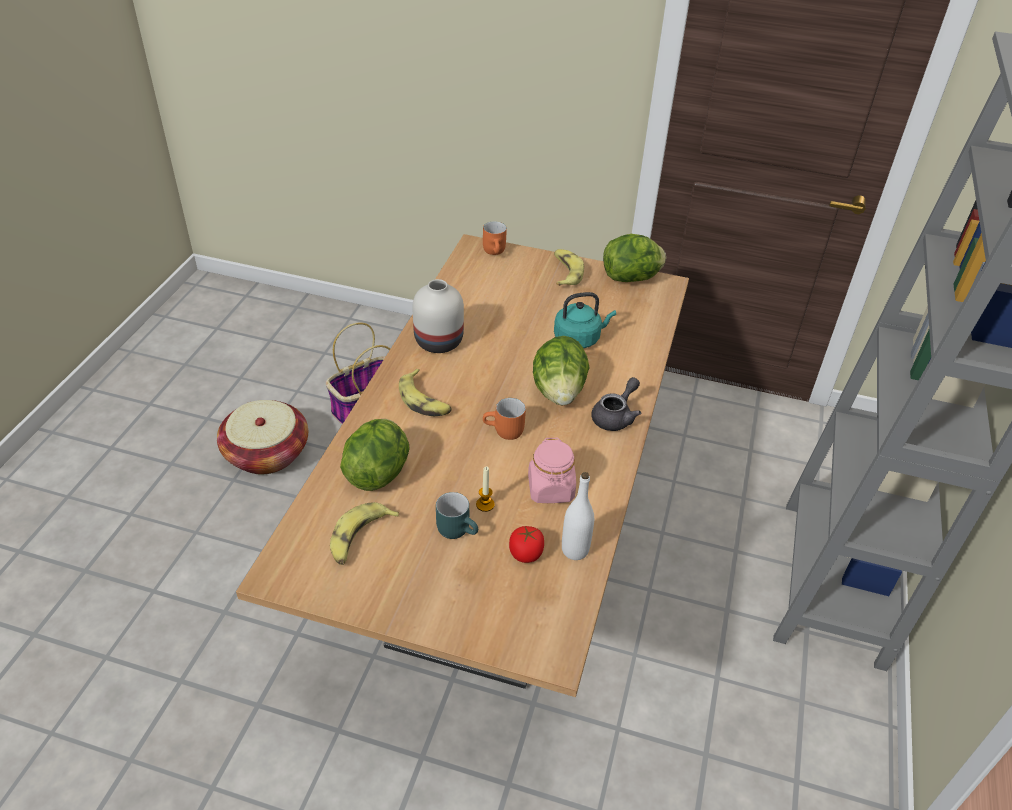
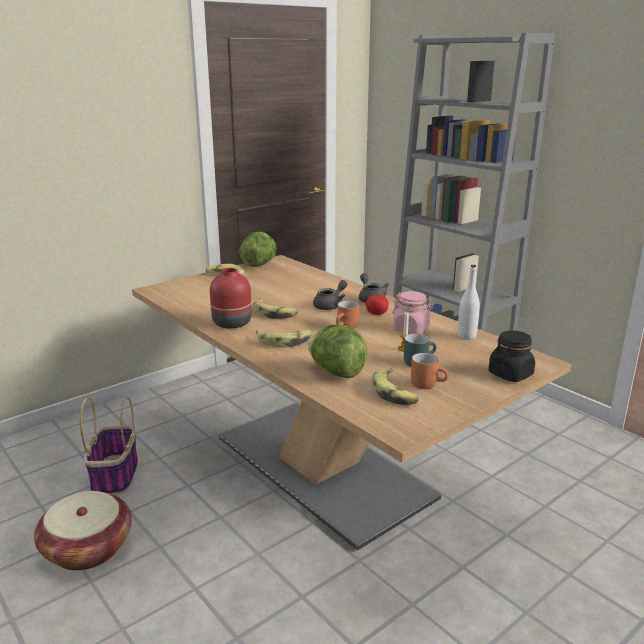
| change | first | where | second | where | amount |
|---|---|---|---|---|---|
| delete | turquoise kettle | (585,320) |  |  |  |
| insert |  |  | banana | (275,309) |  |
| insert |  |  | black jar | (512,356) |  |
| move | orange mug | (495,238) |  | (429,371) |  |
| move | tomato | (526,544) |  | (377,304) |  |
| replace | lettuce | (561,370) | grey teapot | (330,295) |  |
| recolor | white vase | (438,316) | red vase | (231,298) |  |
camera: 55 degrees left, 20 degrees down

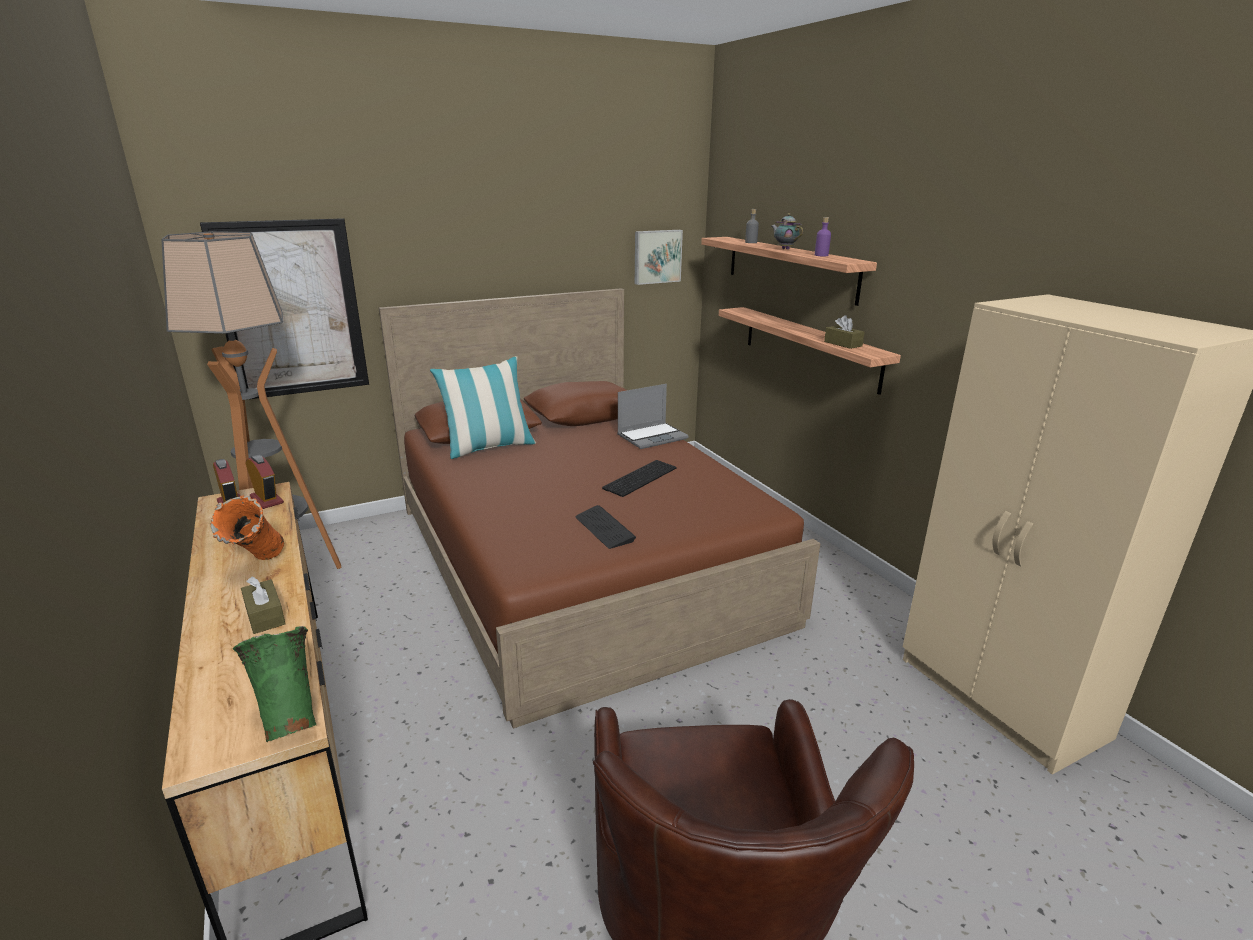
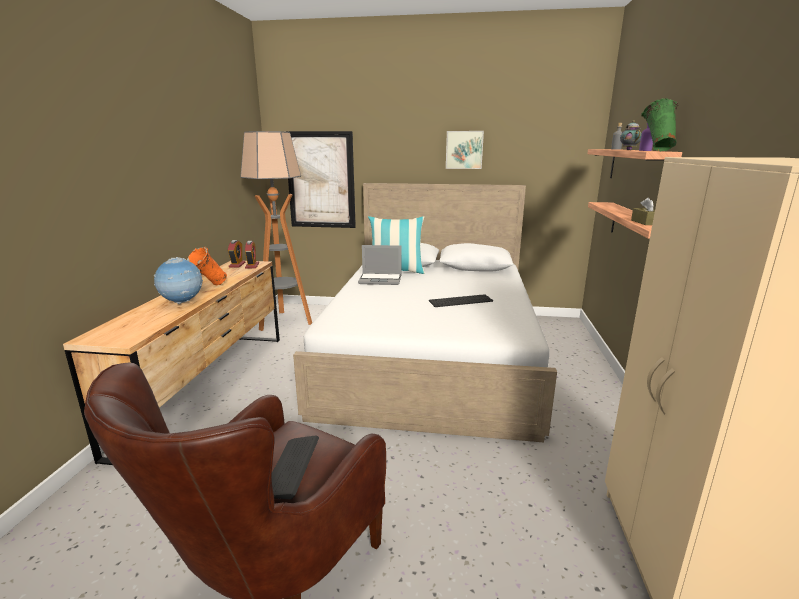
| change | first | where | second | where | amount |
|---|---|---|---|---|---|
| move | green vase | (274,684) |  | (659,124) |  |
| move | keyboard | (606,527) |  | (295,467) |  |
| move | laptop | (653,416) |  | (379,265) |  |
| move | picture | (659,257) |  | (465,150) |  |
| replace | brown tissue box | (263,605) | globe | (178,280) |  |
| recolor | brown bed | (599,508) | white bed | (425,312) |  |
camera: 35 degrees right, 5 degrees down

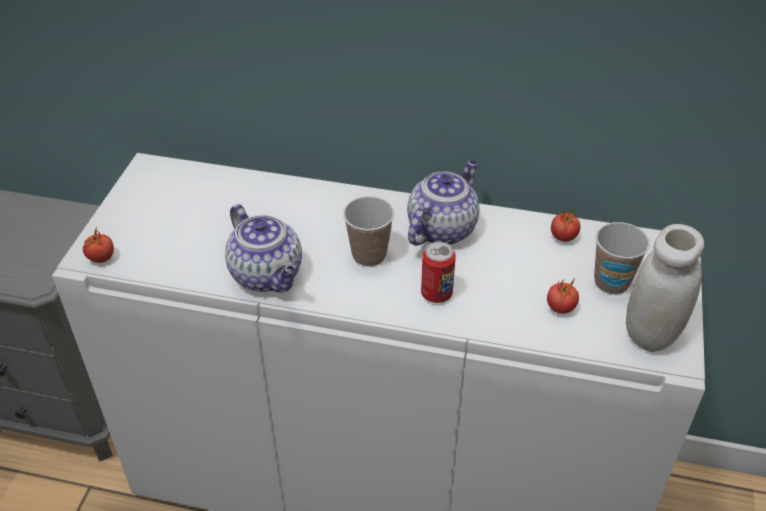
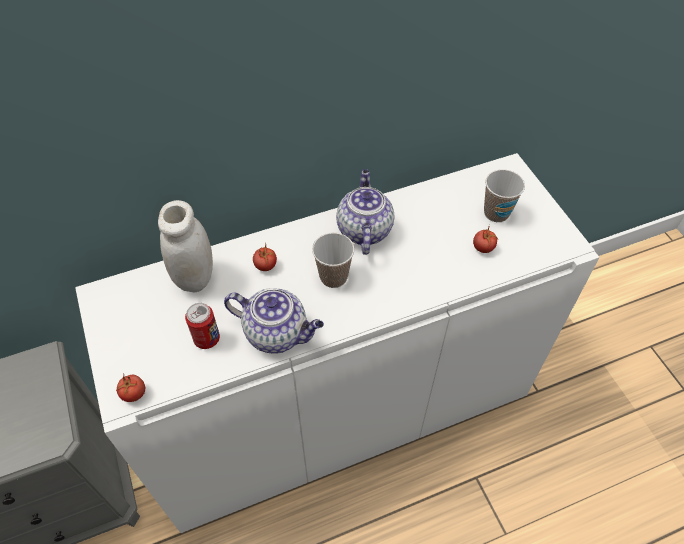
| change | first | where | second | where | amount |
|---|---|---|---|---|---|
| move | can | (438,272) |  | (202,326) |  |
| move | tomato | (565,224) |  | (265,257) |  |
| move | white jar | (665,288) |  | (185,246) |  |
camera: 35 degrees left, 10 degrees up

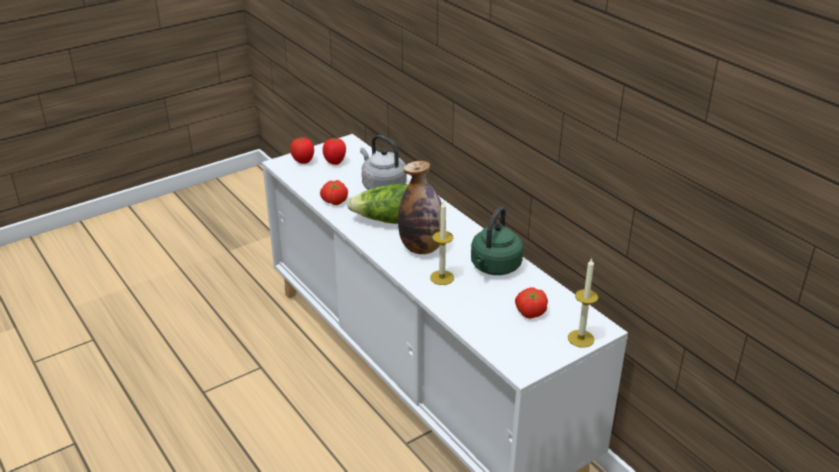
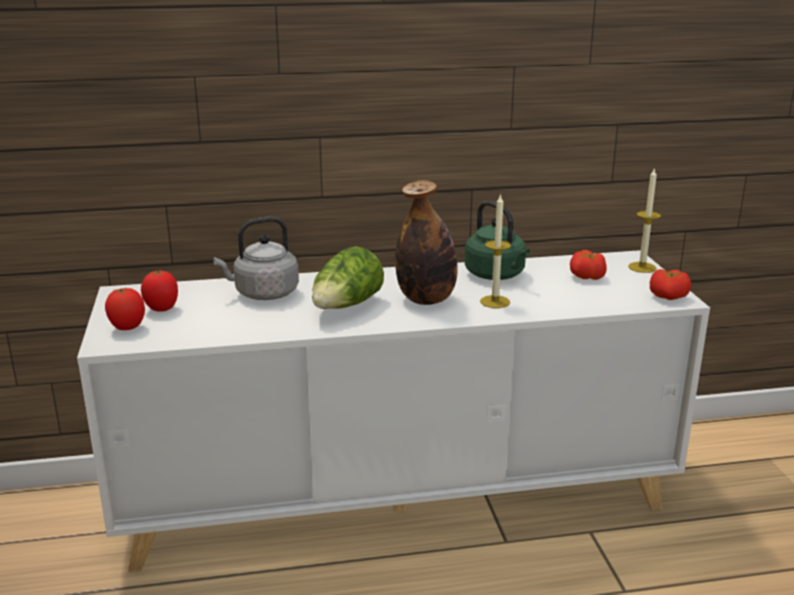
| change | first | where | second | where | amount |
|---|---|---|---|---|---|
| move | tomato | (334,192) |  | (670,284) |  |
camera: 65 degrees left, 10 degrees down

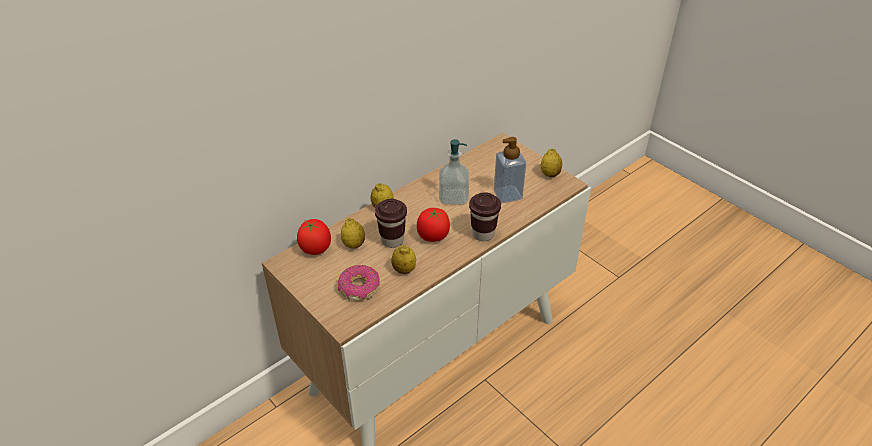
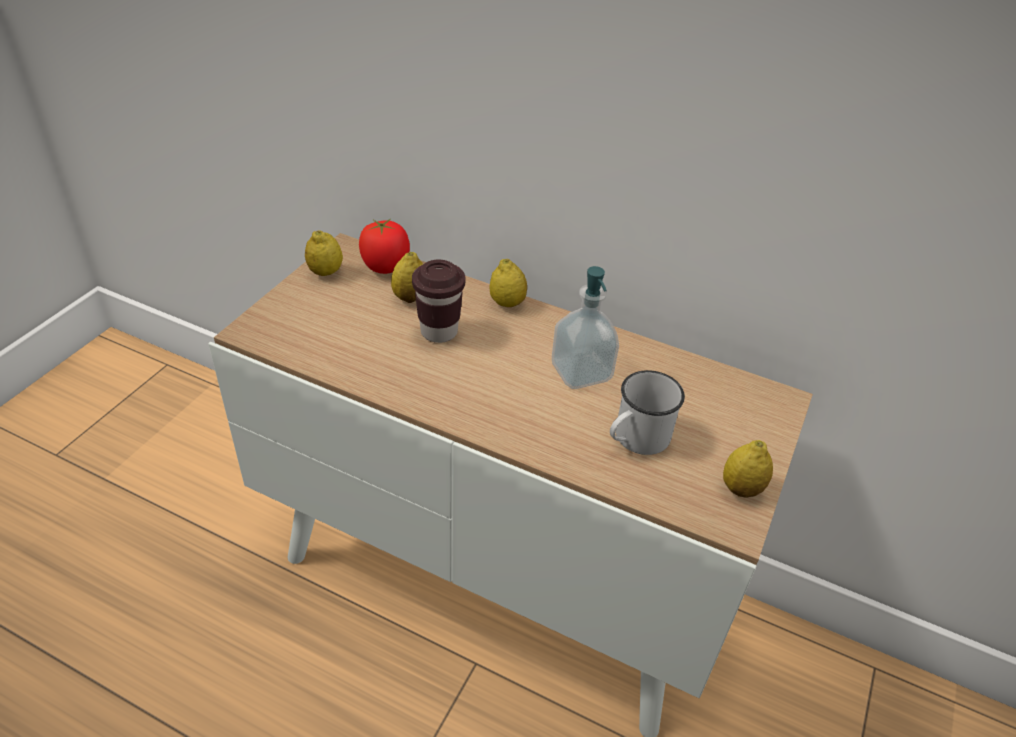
| change | first | where | second | where | amount |
|---|---|---|---|---|---|
| delete | donut | (359,282) |  |  |  |
| delete | tomato | (433,225) |  |  |  |
| delete | brown cup | (485,216) |  |  |  |
| move | lemon | (403,259) |  | (324,253) |  |
| replace | soap dispenser | (510,170) | white mug | (647,412) |  |
camera: 65 degrees right, 0 degrees up

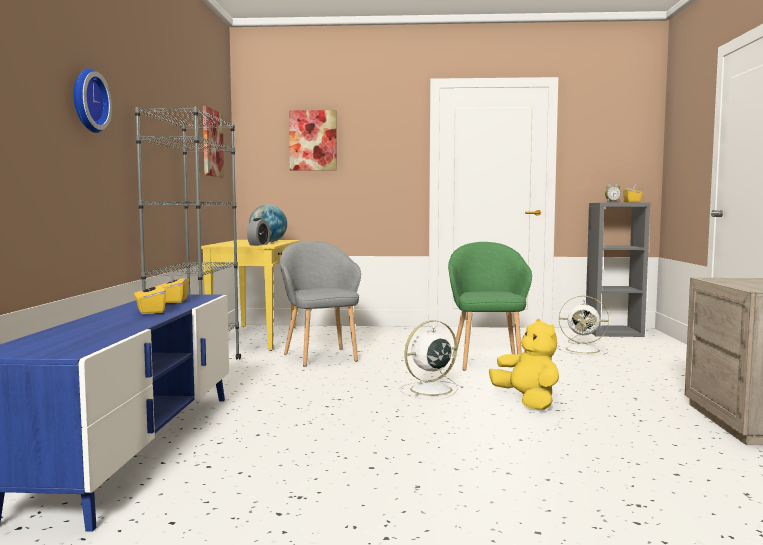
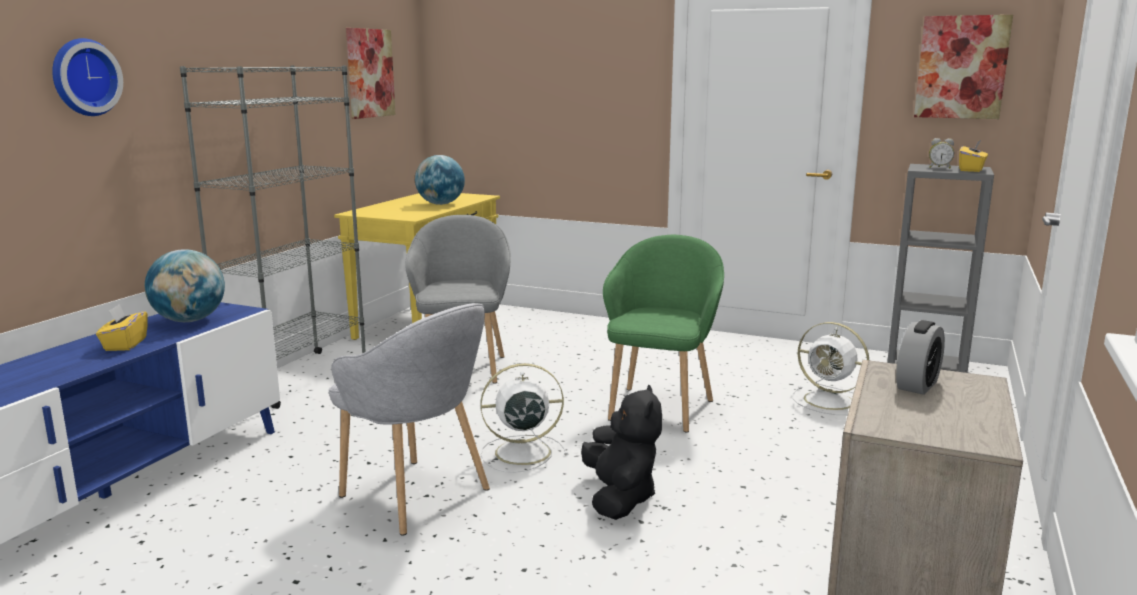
| change | first | where | second | where | amount |
|---|---|---|---|---|---|
| insert |  |  | grey armchair | (409,419) |  |
| move | alarm clock | (258,231) |  | (920,357) |  |
| move | picture | (313,140) |  | (963,67) |  |
| replace | yellow tissue box | (175,287) | globe | (185,285) |  |
| recolor | yellow plush toy | (524,364) | black plush toy | (621,452) |  |
camera: 20 degrees right, 10 degrees up

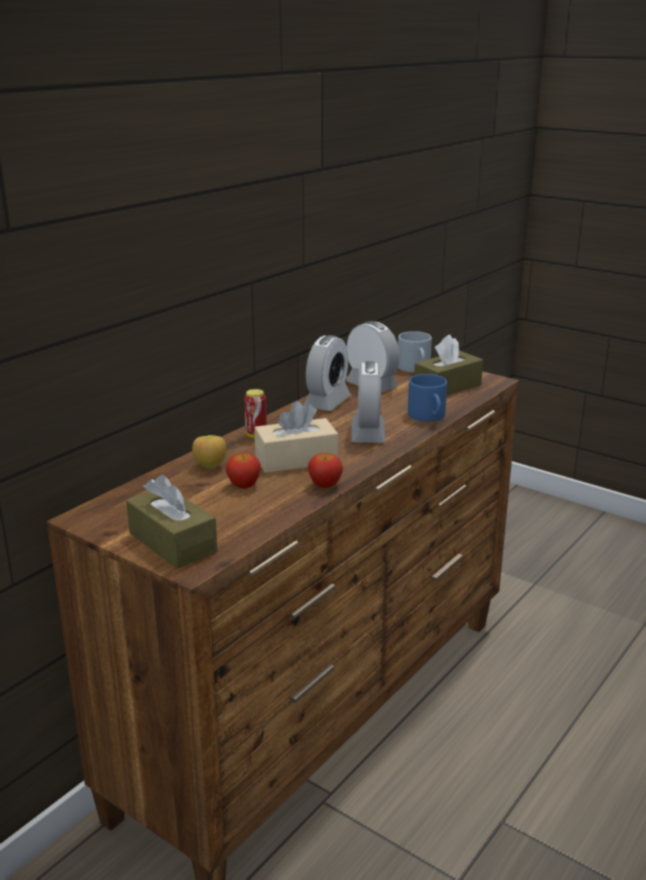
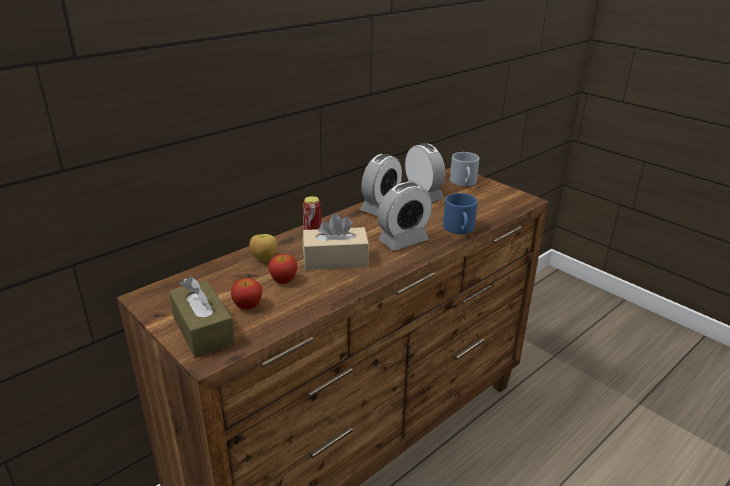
| change | first | where | second | where | amount |
|---|---|---|---|---|---|
| delete | brown tissue box | (448,365) |  |  |  |
| move | apple | (325,470) |  | (246,294) |  |
| rotate | alarm clock | (368,402) |  | (405,216) | 45 degrees clockwise |
camera: 10 degrees right, 5 degrees up

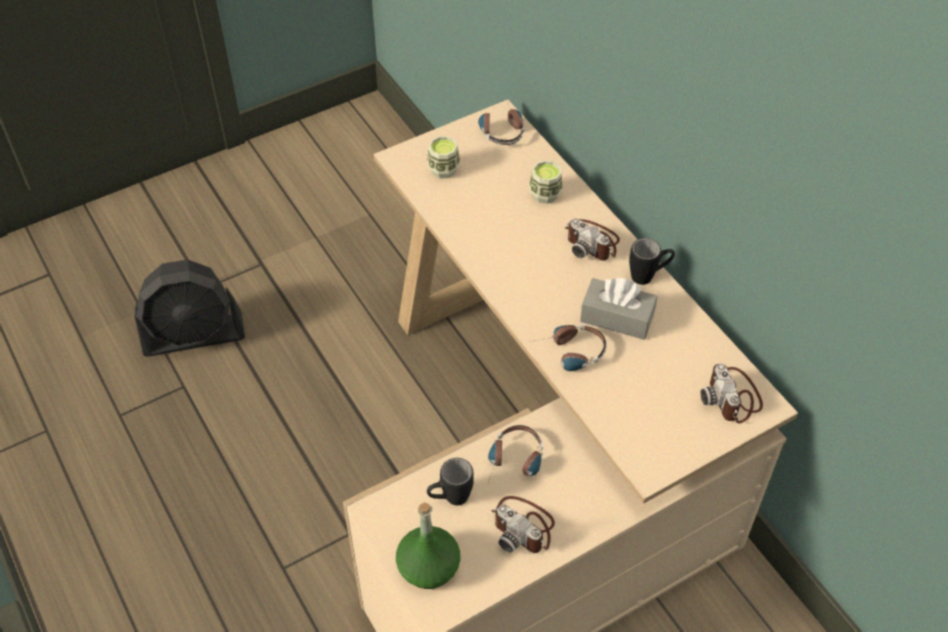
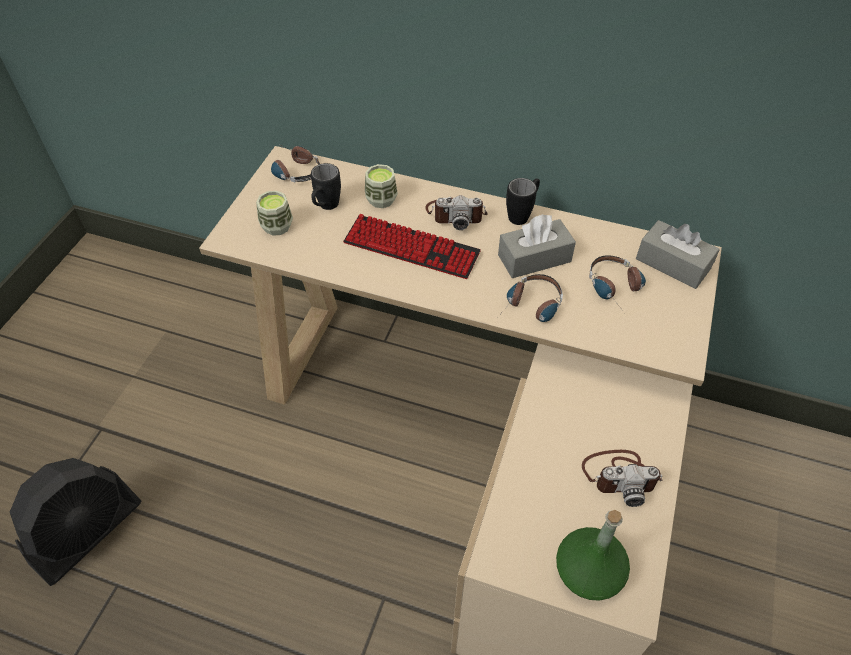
| change | first | where | second | where | amount |
|---|---|---|---|---|---|
| insert |  |  | keyboard | (412,246) |  |
| move | black mug | (450,481) |  | (326,186) |  |
| move | headphones | (515,455) |  | (617,283) |  |
| replace | photo camera | (732,393) | grey tissue box | (678,254) |  |
camera: 40 degrees left, 0 degrees up

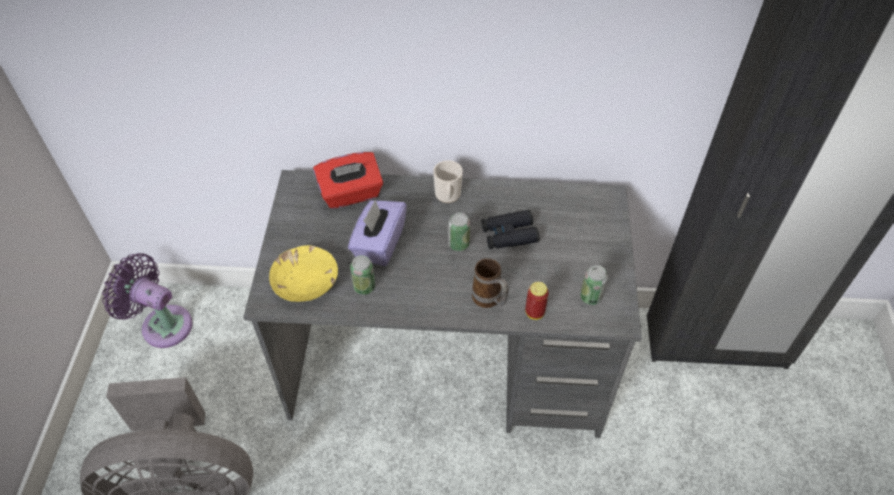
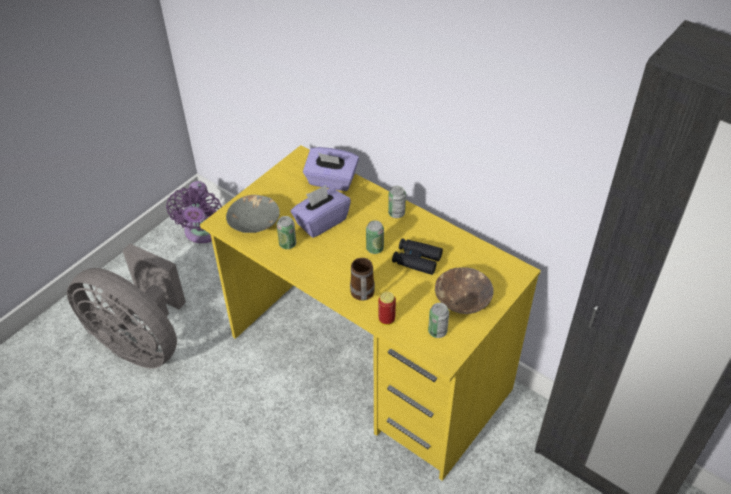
| change | first | where | second | where | amount |
|---|---|---|---|---|---|
| insert |  |  | brown bowl | (464,290) |  |
| replace | mug | (448,181) | can | (397,202) |  |
| recolor | grey desk | (442,304) | yellow desk | (370,313) |  |
| recolor | yellow bowl | (303,273) | grey bowl | (253,214) |  |
| recolor | red tissue box | (348,180) | purple tissue box | (331,169) |  |
| rotate | purple fan | (147,300) |  | (194,212) | 150 degrees counterclockwise |
camera: 35 degrees right, 5 degrees down

